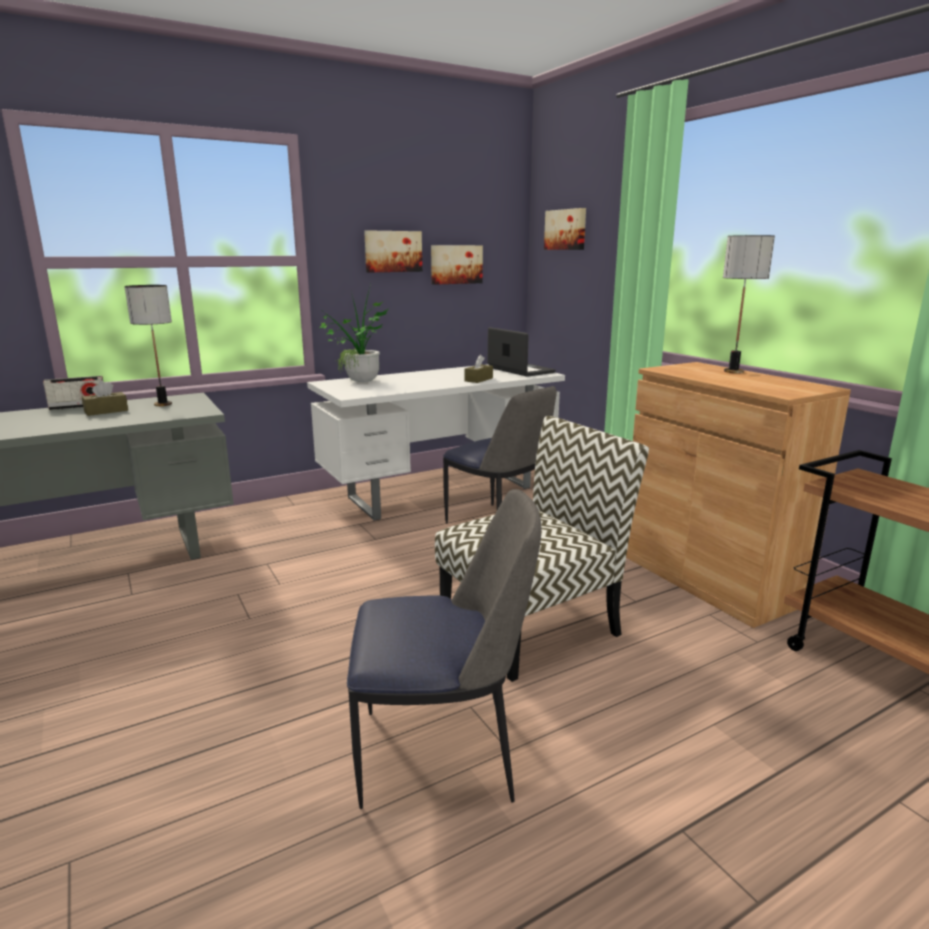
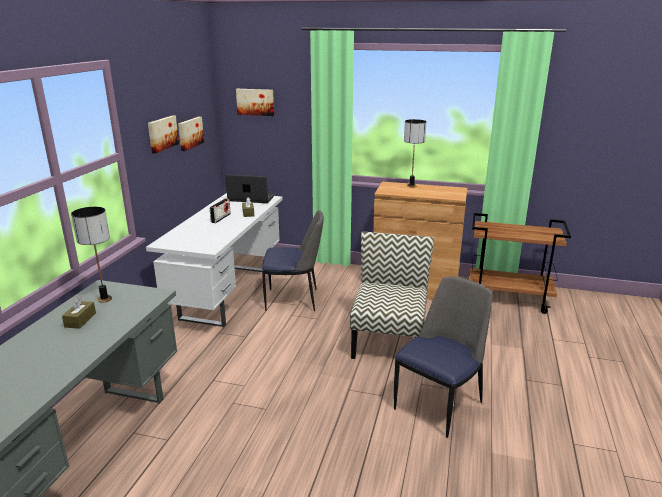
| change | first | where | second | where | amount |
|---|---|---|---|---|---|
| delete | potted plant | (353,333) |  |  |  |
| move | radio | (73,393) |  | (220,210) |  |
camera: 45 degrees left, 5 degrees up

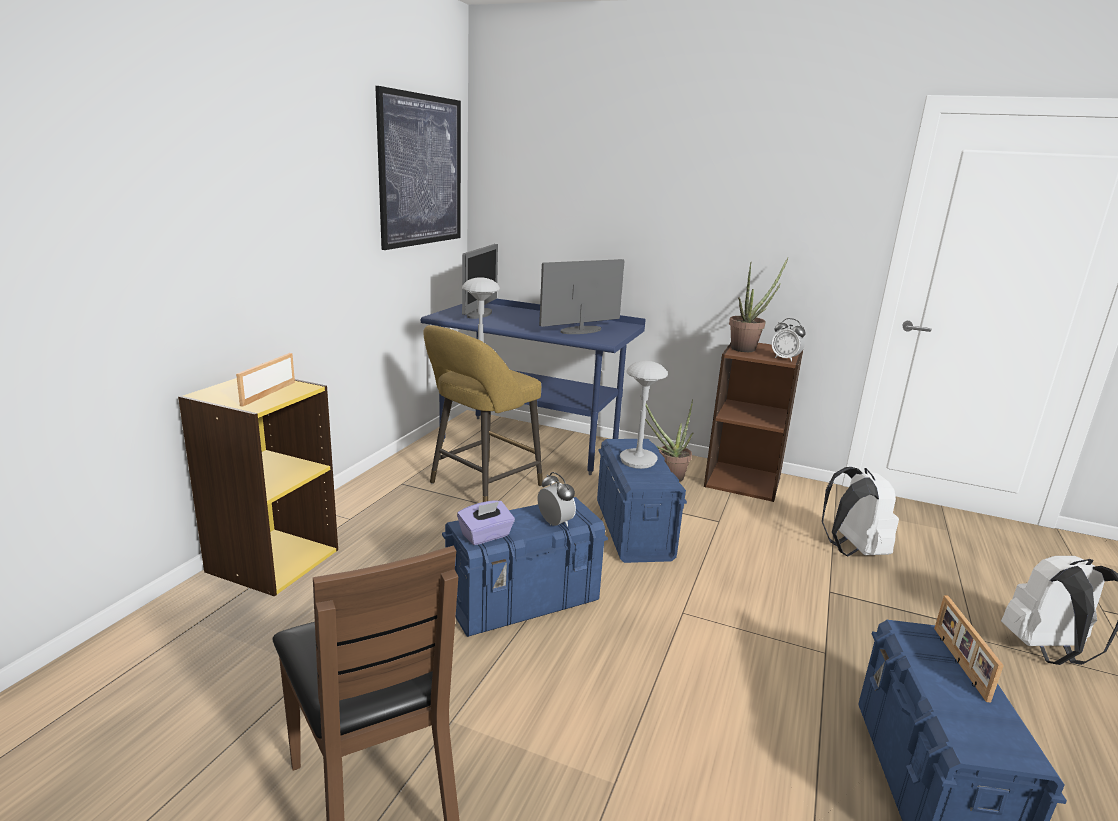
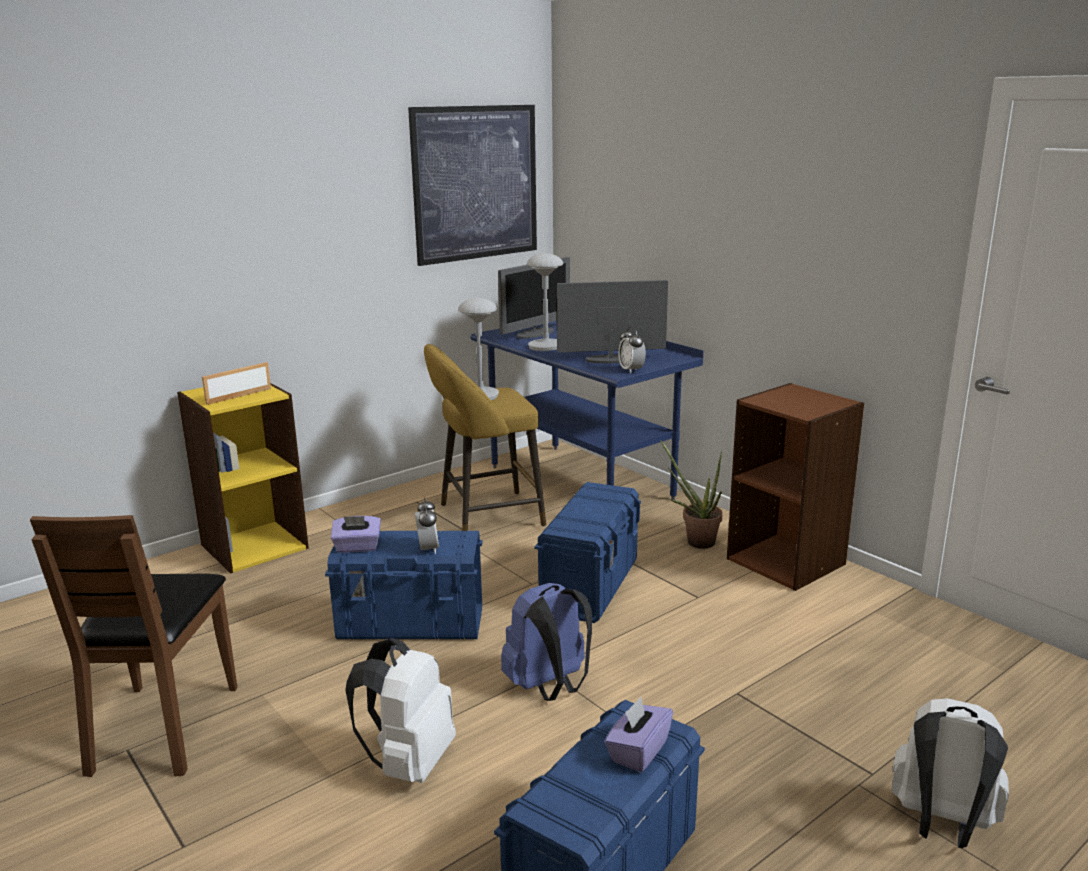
| change | first | where | second | where | amount |
|---|---|---|---|---|---|
| delete | potted plant | (758,305) |  |  |  |
| insert |  |  | blue backpack | (546,642) |  |
| move | grey table lamp | (644,415) |  | (545,302) |  |
| move | alarm clock | (788,340) |  | (632,350) |  |
| move | white backpack | (860,511) |  | (400,710) |  |
| replace | picture frame | (969,648) | purple tissue box | (639,734) |  |
camera: 30 degrees right, 0 degrees up

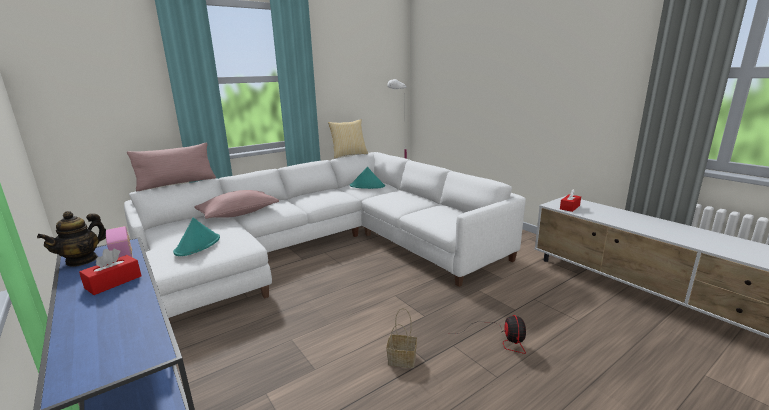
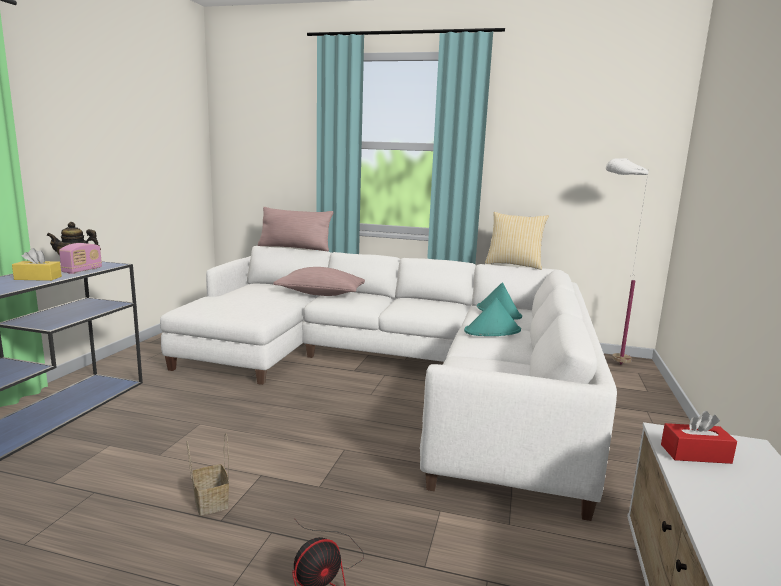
| change | first | where | second | where | amount |
|---|---|---|---|---|---|
| move | turquoise hat | (196,237) |  | (492,317) |  |
| recolor | red tissue box | (110,272) | yellow tissue box | (37,264) |  |
camera: 50 degrees right, 5 degrees down

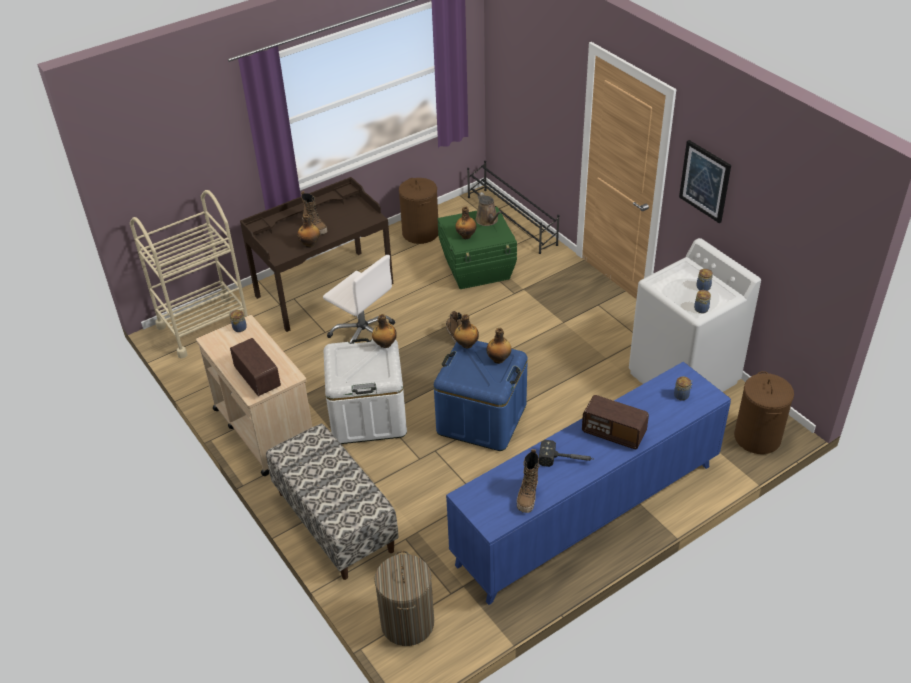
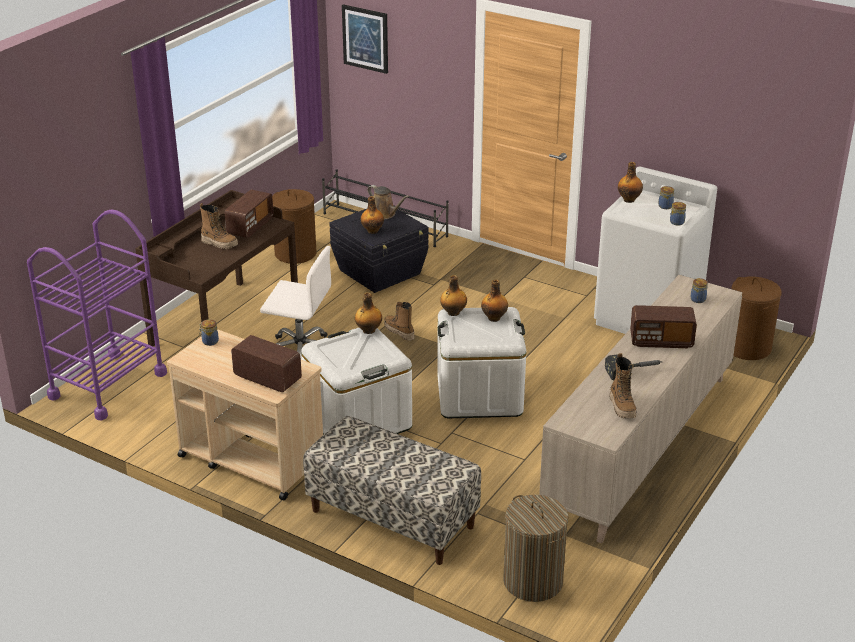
| change | first | where | second | where | amount |
|---|---|---|---|---|---|
| insert |  |  | radio | (249,213) |  |
| move | bottle | (308,230) |  | (630,182) |  |
| move | picture | (705,181) |  | (365,39) |  |
| recolor | beige cart | (189,274) | purple cart | (97,315) |  |
| recolor | blue storage box | (481,396) | white storage box | (481,362) |  |
| recolor | green storage box | (477,248) | black storage box | (378,251) |  |
| recolor | blue cabinet | (588,483) | beige cabinet | (640,409) |  |
camera: 25 degrees left, 10 degrees down

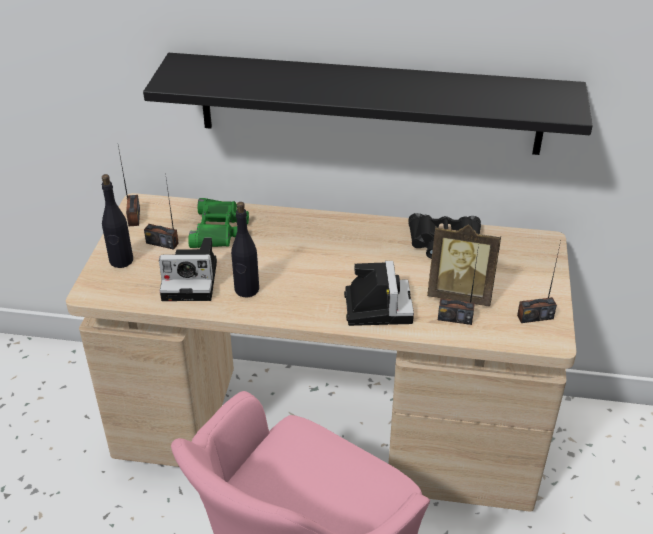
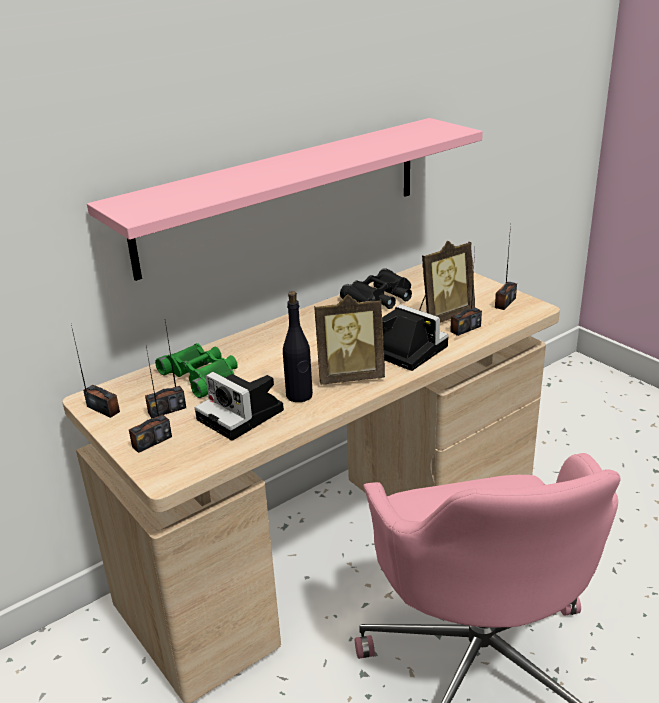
| change | first | where | second | where | amount |
|---|---|---|---|---|---|
| insert |  |  | picture frame | (349,339) |  |
| replace | black bottle | (117,221) | radio | (150,400) |  |
| recolor | black shelf | (368,104) | pink shelf | (285,199) |  |
| rotate | photo camera | (188,269) |  | (239,406) | 90 degrees clockwise |
camera: 45 degrees left, 10 degrees down

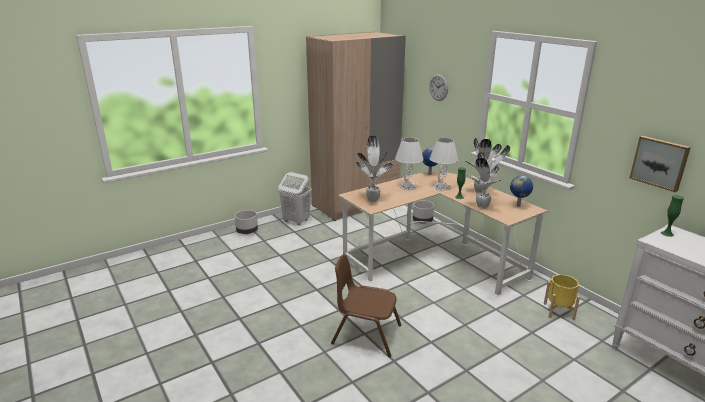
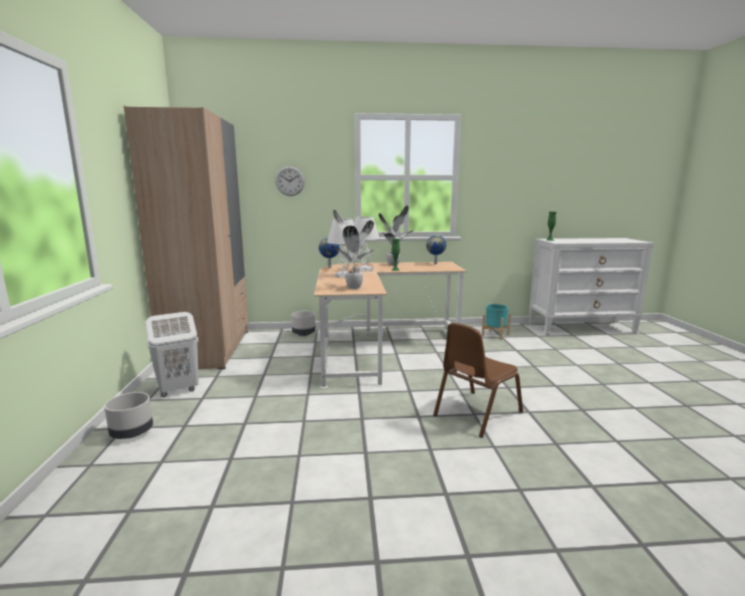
| change | first | where | second | where | amount |
|---|---|---|---|---|---|
| delete | potted plant | (488,177) |  |  |  |
| delete | picture | (660,164) |  |  |  |
| recolor | yellow planter | (562,297) | turquoise planter | (496,322) |  |
camera: 60 degrees left, 10 degrees down

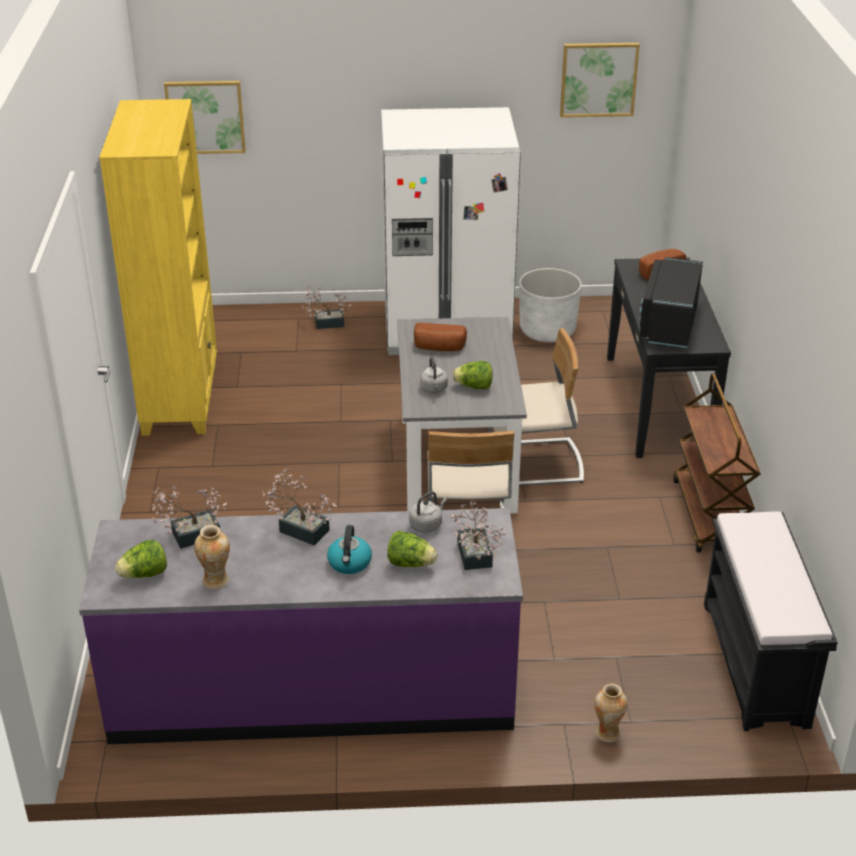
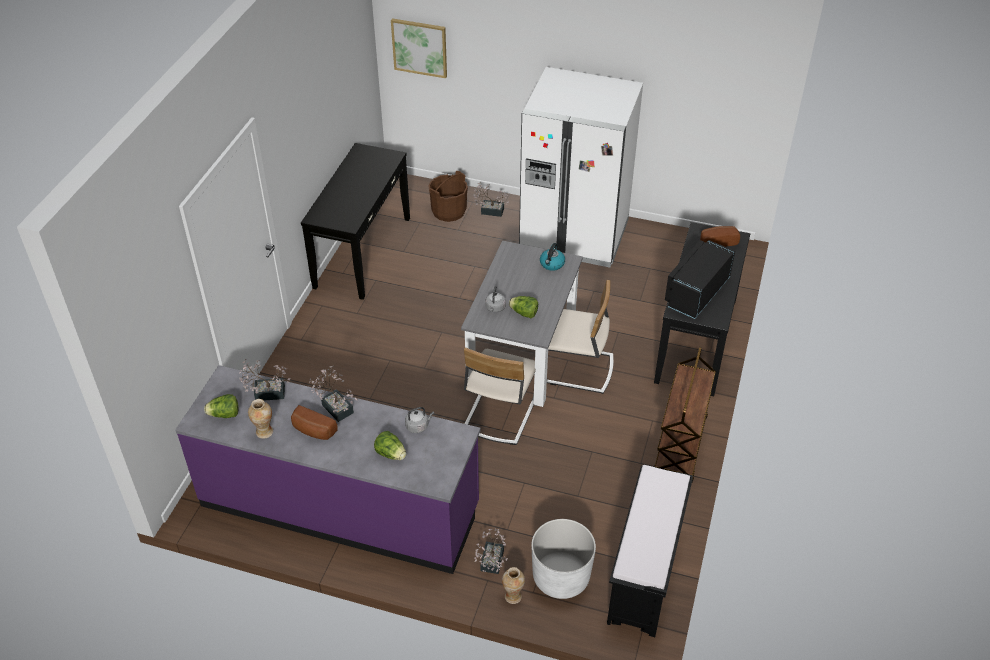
| change | first | where | second | where | amount |
|---|---|---|---|---|---|
| delete | picture | (600,80) |  |  |  |
| insert |  |  | brown bucket | (448,196) |  |
| move | kettle | (349,549) |  | (552,257) |  |
| move | bread | (440,337) |  | (314,422) |  |
| move | potted plant | (479,535) |  | (491,551) |  |
| move | white planter | (550,305) |  | (563,559) |  |
| replace | yellow bookcase | (158,267) | black console table | (355,221) |  |
camera: 20 degrees right, 10 degrees up

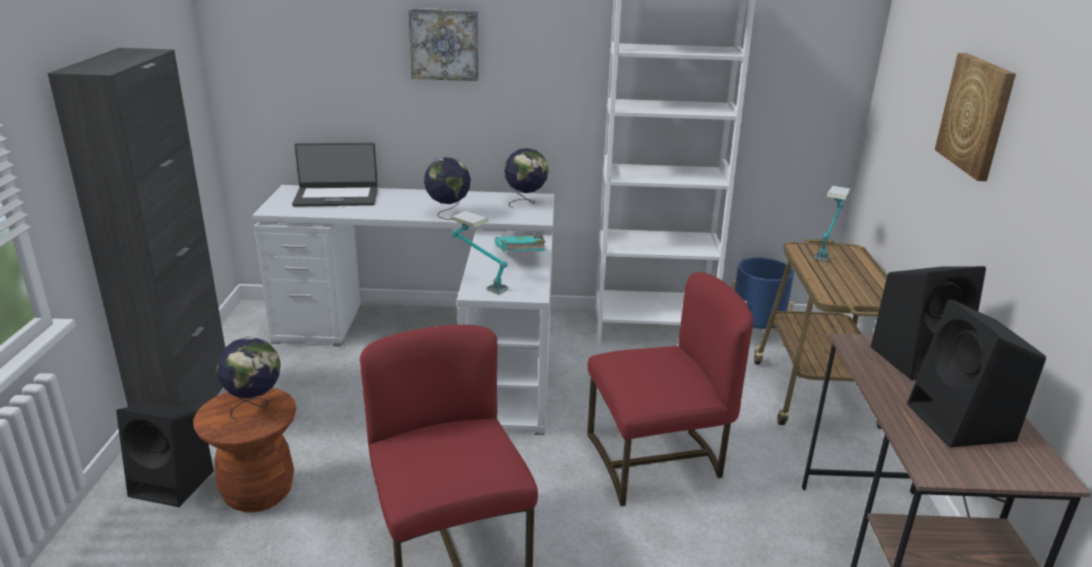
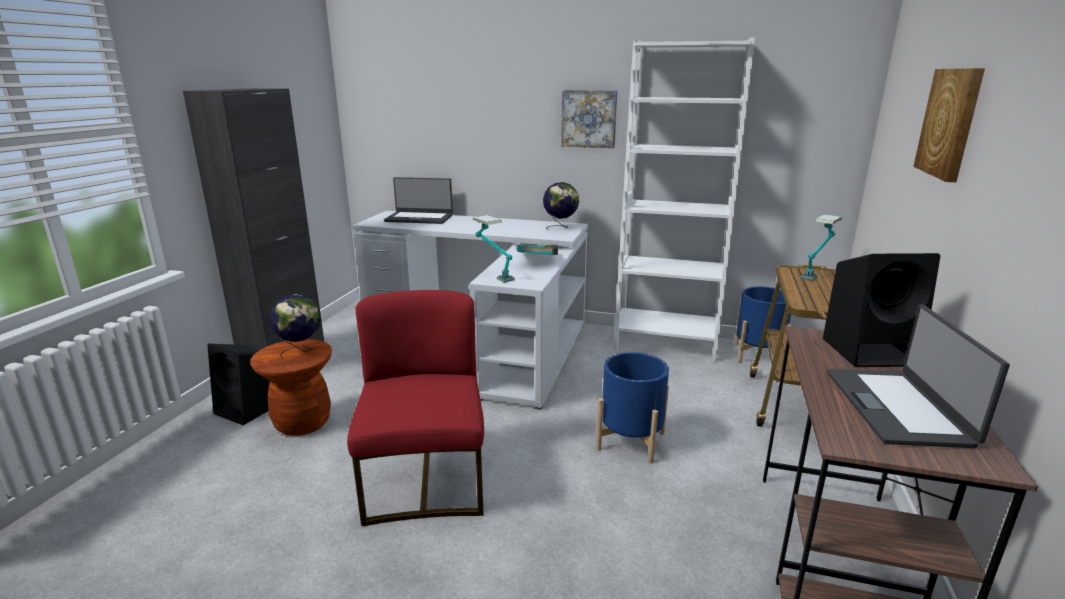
| change | first | where | second | where | amount |
|---|---|---|---|---|---|
| delete | globe | (447,188) |  |  |  |
| move | picture | (443,44) |  | (589,119) |  |
| replace | red chair | (670,389) | blue planter | (632,408) |  |
| replace | black speaker | (976,373) | laptop | (918,376) |  |
camera: 15 degrees right, 5 degrees down

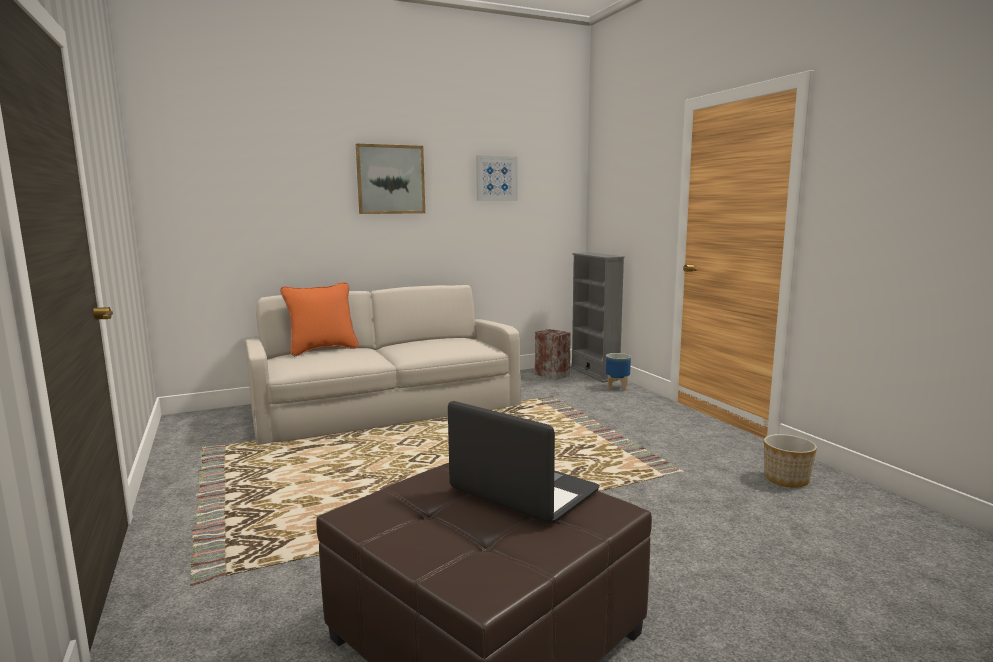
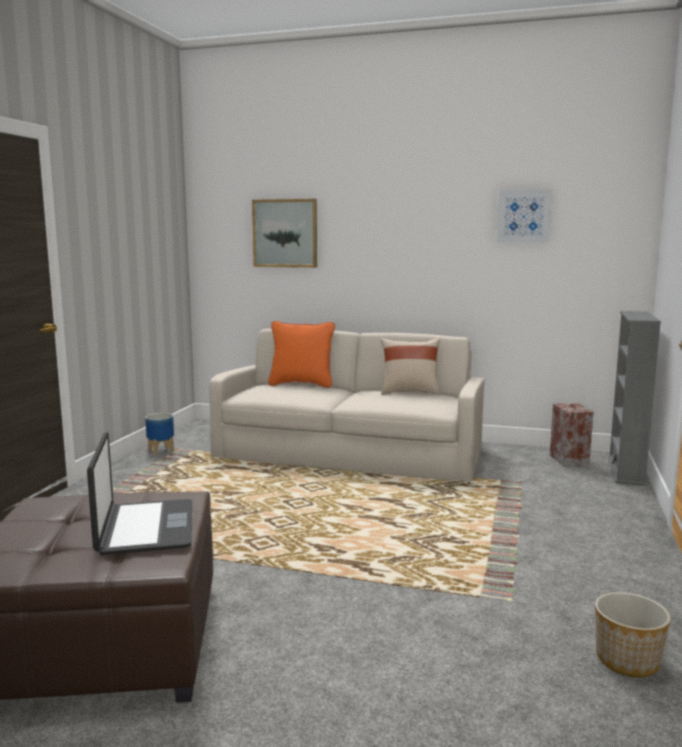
| change | first | where | second | where | amount |
|---|---|---|---|---|---|
| insert |  |  | beige pillow | (410,366) |  |
| move | picture | (390,179) |  | (284,233) |  |
| move | planter | (618,372) |  | (159,434) |  |
camera: 40 degrees right, 0 degrees up

